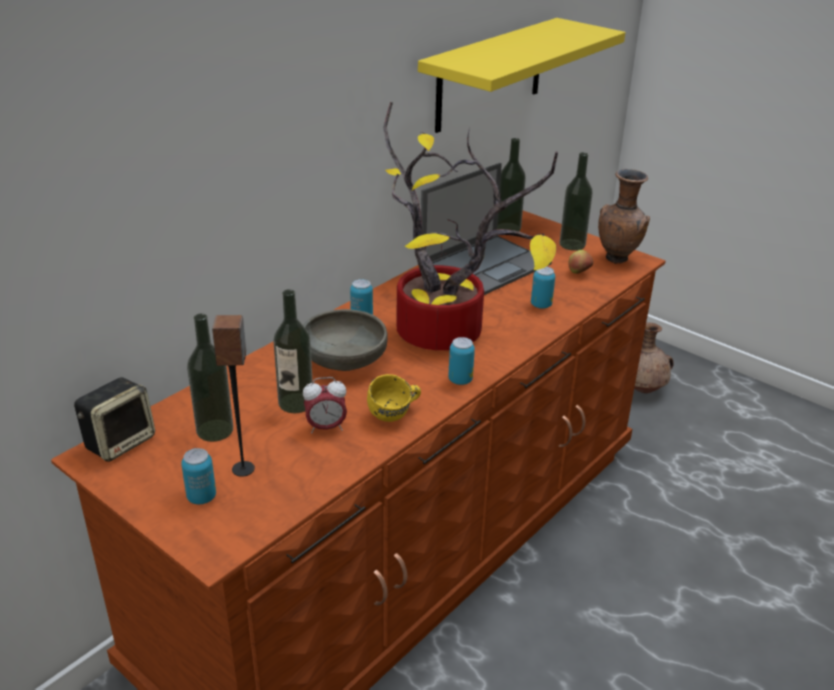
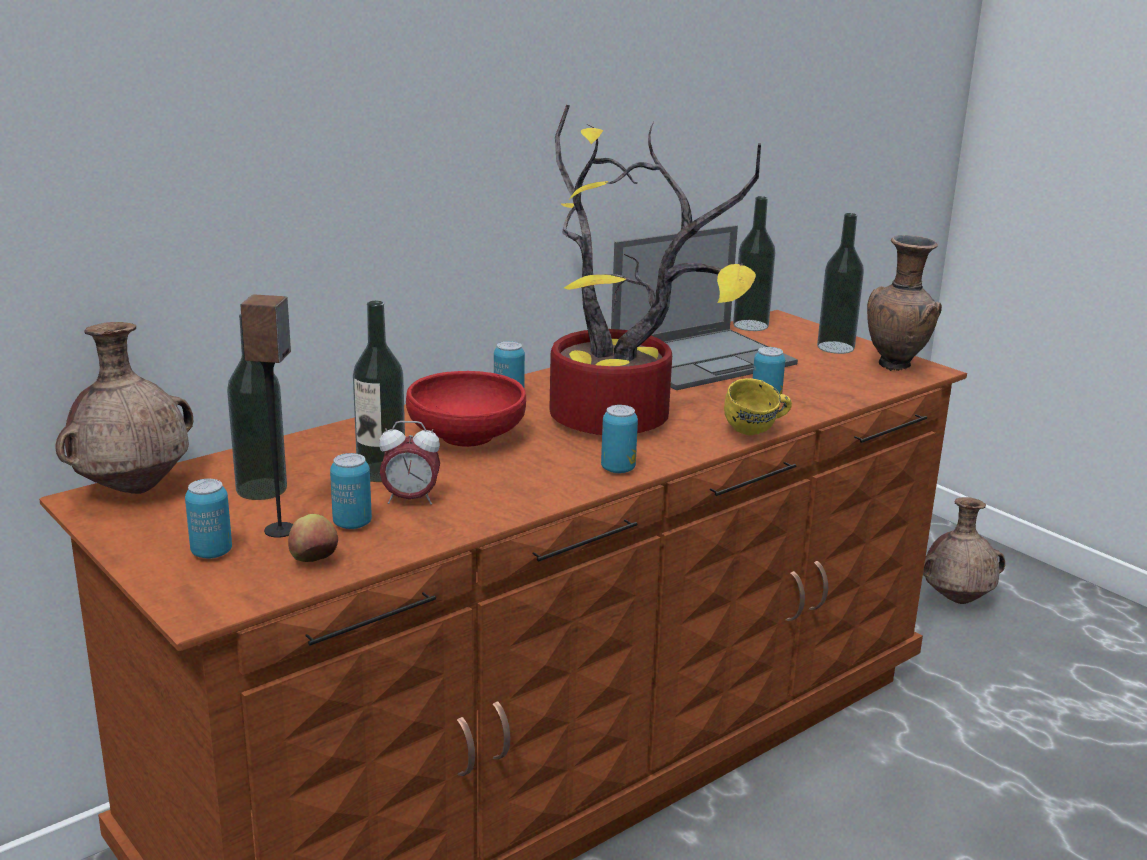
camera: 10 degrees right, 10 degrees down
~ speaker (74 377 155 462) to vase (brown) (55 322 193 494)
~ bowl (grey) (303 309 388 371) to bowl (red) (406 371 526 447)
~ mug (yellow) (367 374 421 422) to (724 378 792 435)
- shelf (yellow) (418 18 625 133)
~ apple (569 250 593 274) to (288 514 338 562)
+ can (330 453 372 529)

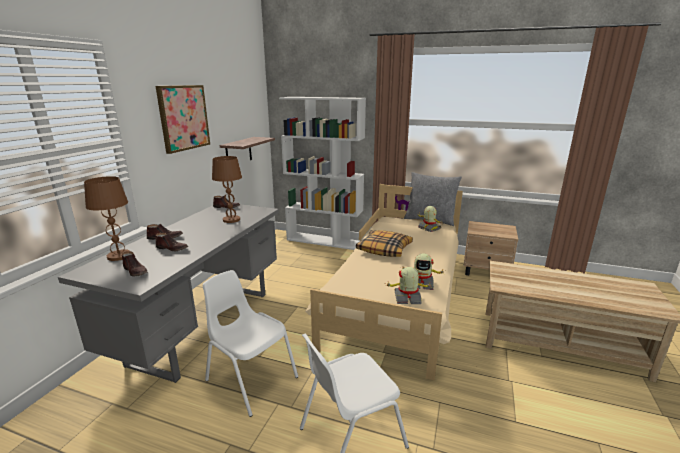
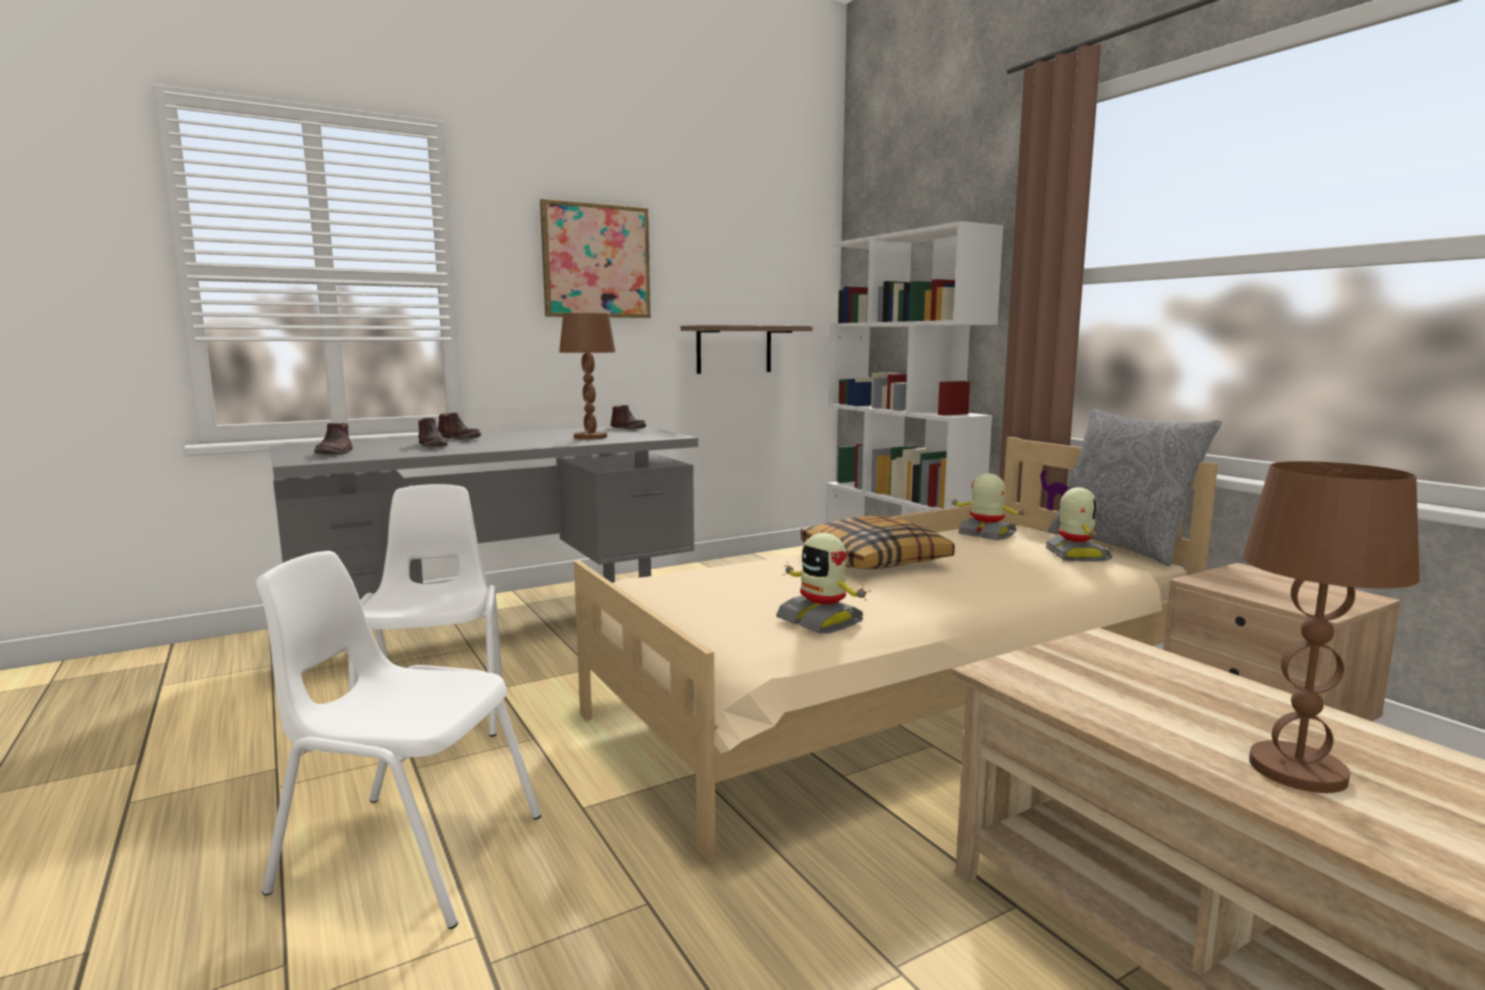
camera: 40 degrees right, 10 degrees down
~ table lamp (brown) (84 176 130 261) to (1242 461 1420 793)
~ toy robot (386 267 433 304) to (949 473 1029 540)

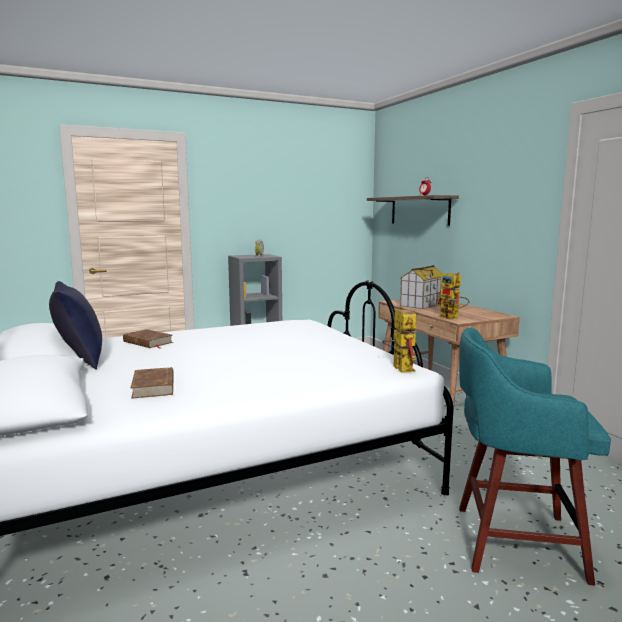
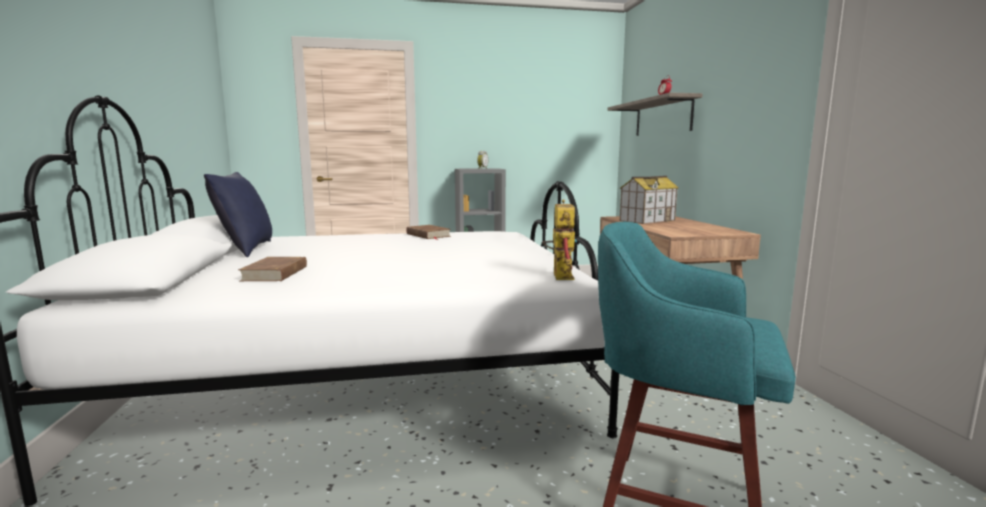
camera: 15 degrees right, 0 degrees up
~ book (brown) (123 329 173 348) to (406 225 451 240)
- toy robot (437 272 469 320)

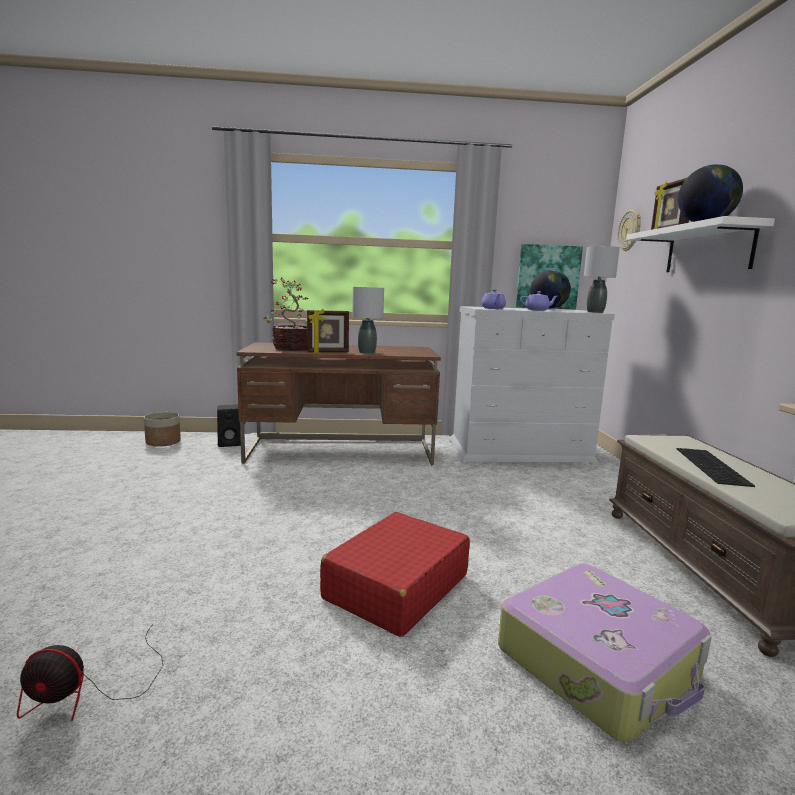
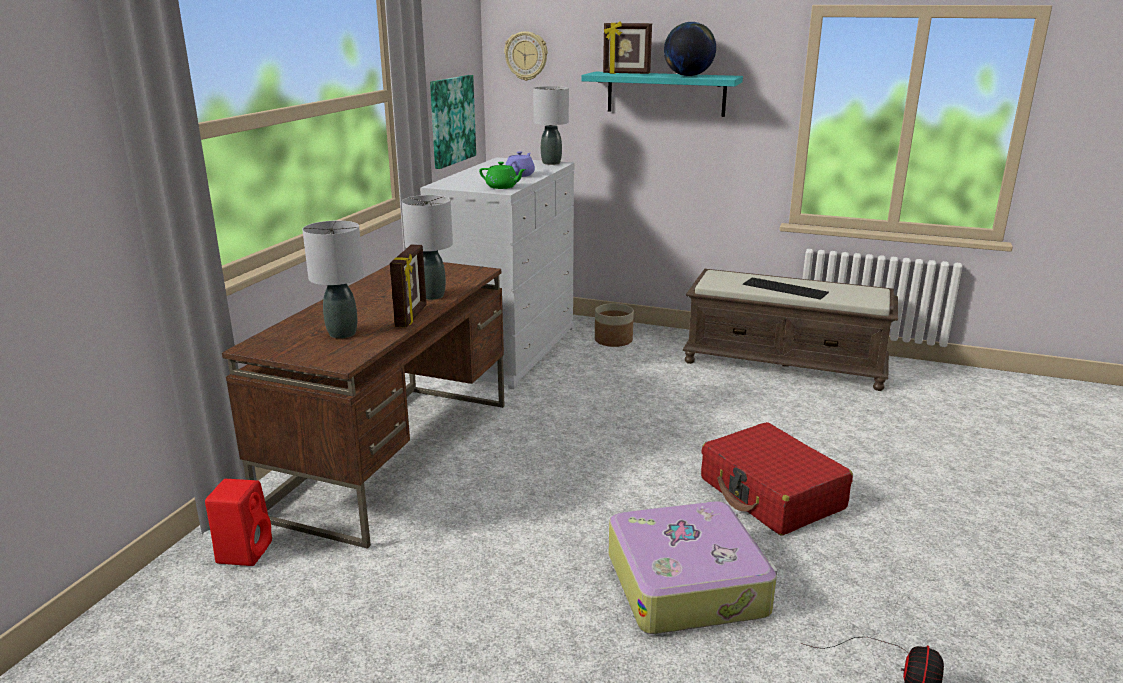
camera: 65 degrees left, 10 degrees up
~ planter (144 412 181 447) to (595 303 634 347)
~ speaker (black) (217 404 241 447) to speaker (red) (205 479 272 566)
~ potted plant (264 278 308 351) to table lamp (grey) (302 221 364 338)
~ teapot (purple) (481 289 506 309) to teapot (green) (479 162 526 189)
~ suitcase (498 564 712 742) to (609 501 777 634)
- globe (530 270 571 309)
~ shelf (white) (626 216 775 272) to shelf (turquoise) (581 72 743 117)

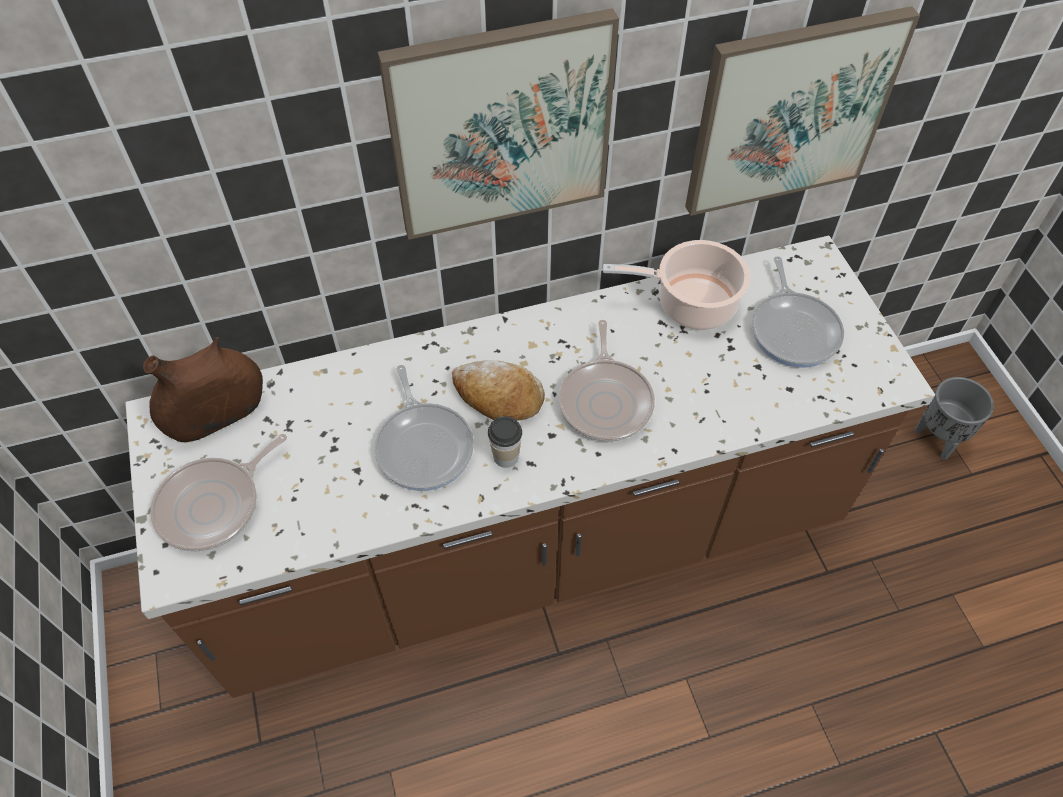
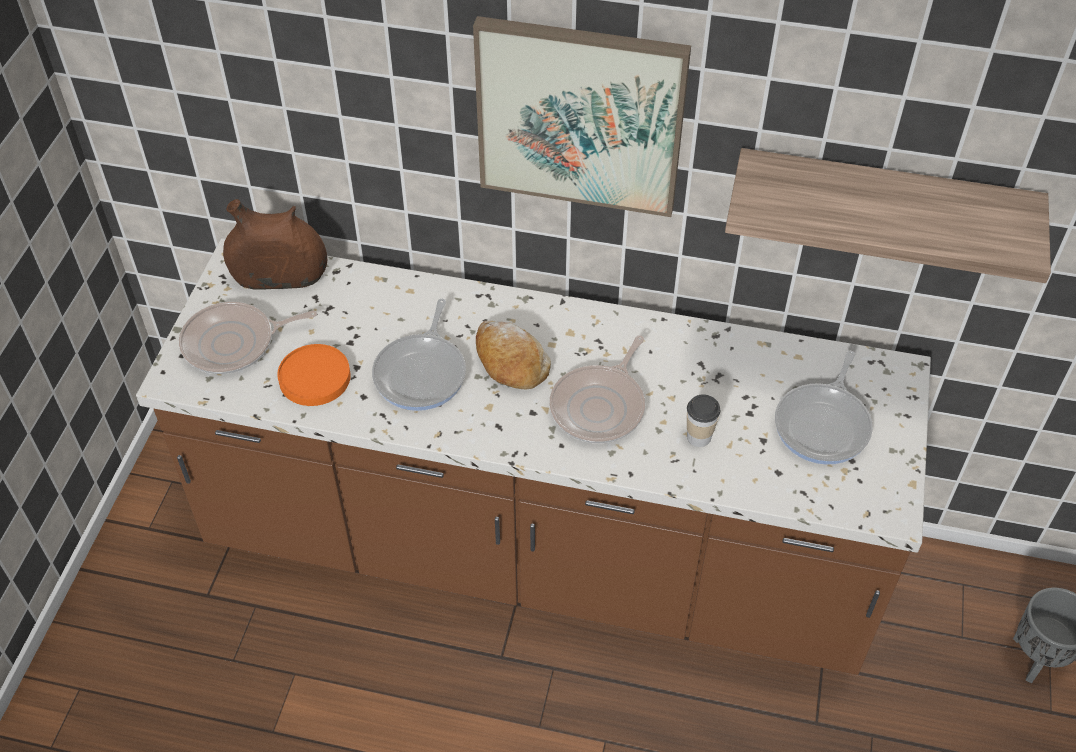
camera: 30 degrees right, 5 degrees down
~ cup (488 416 522 468) to (687 394 720 447)
- cooking pot (603 240 750 330)
~ picture (685 6 920 216) to shelf (725 148 1051 283)
+ plate (orange) (277 344 351 406)

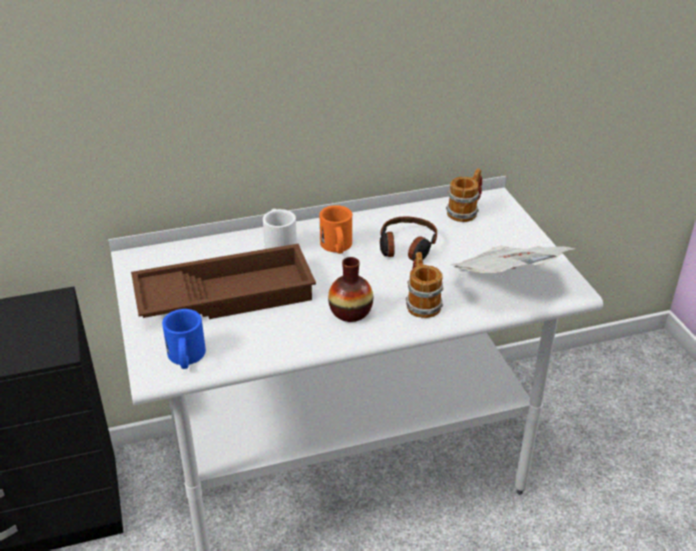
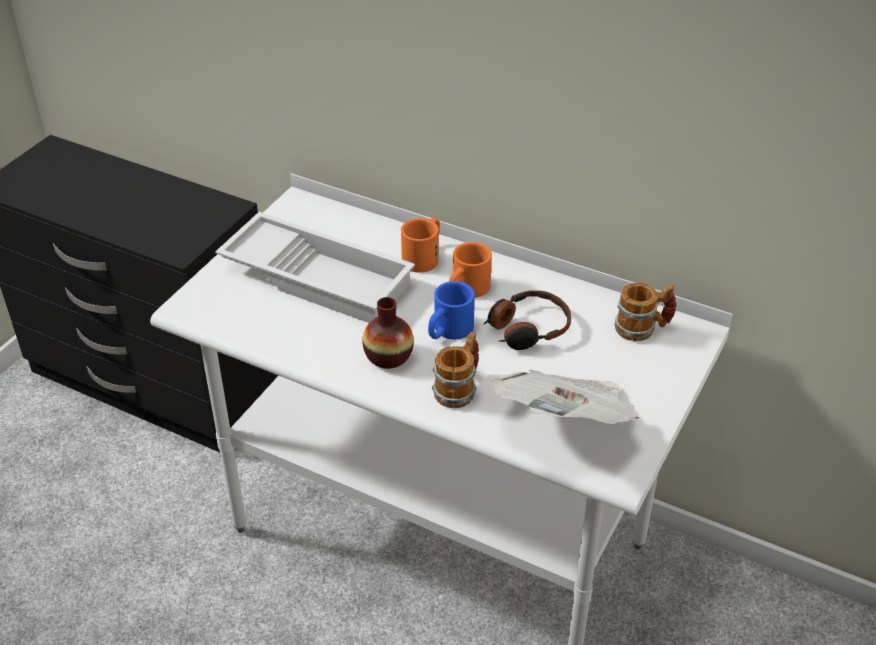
camera: 45 degrees right, 5 degrees up
~ tray (brown) (131 244 316 319) to tray (white) (215 212 415 323)
~ mug (blue) (162 309 206 369) to (428 281 475 339)
~ mug (white) (263 209 297 249) to mug (orange) (401 218 440 273)

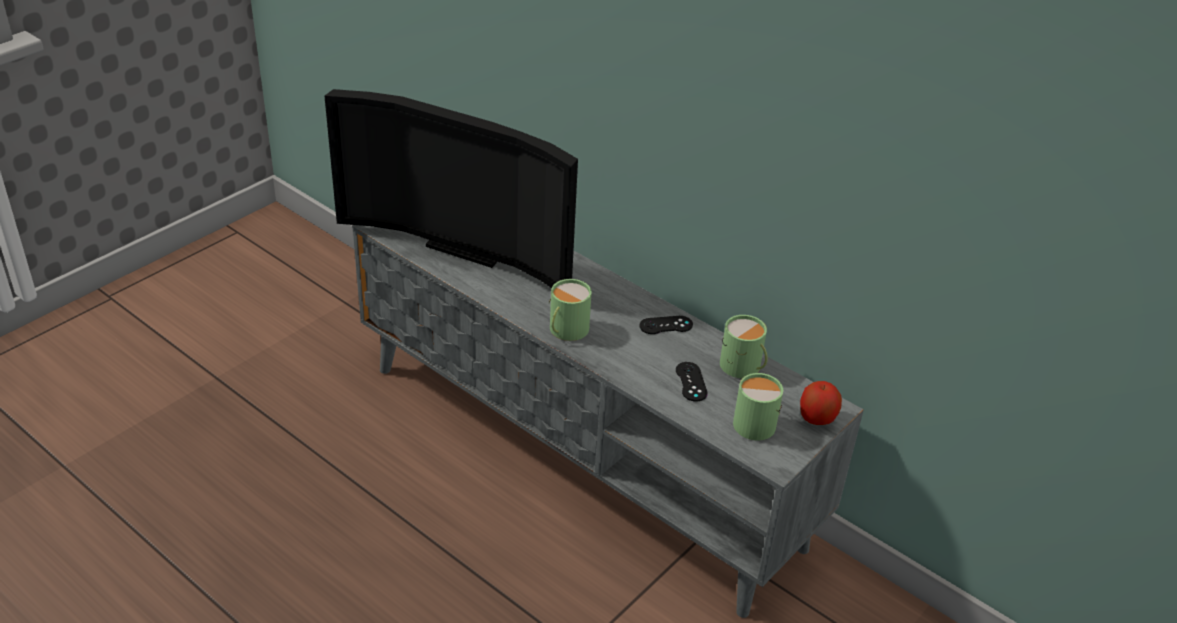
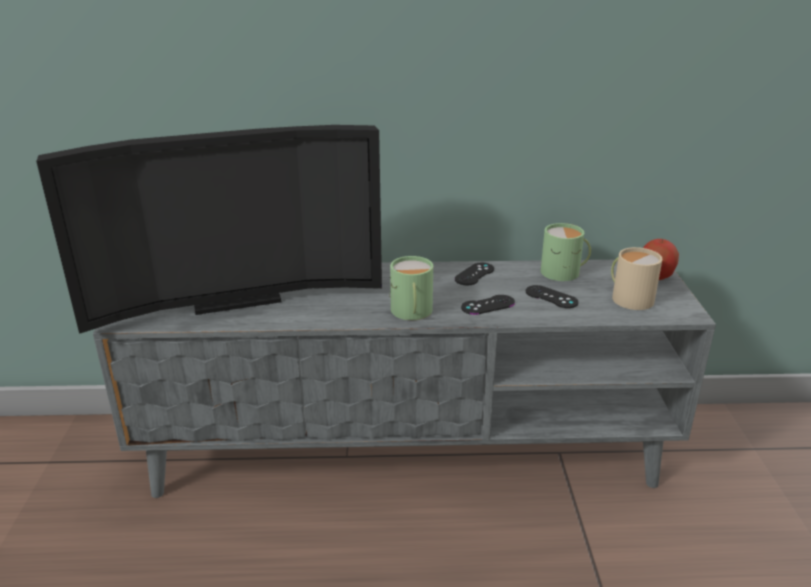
camera: 40 degrees left, 10 degrees down
~ mug (green) (733 373 783 441) to mug (beige) (611 247 662 310)
+ game controller (black) (461 295 515 315)

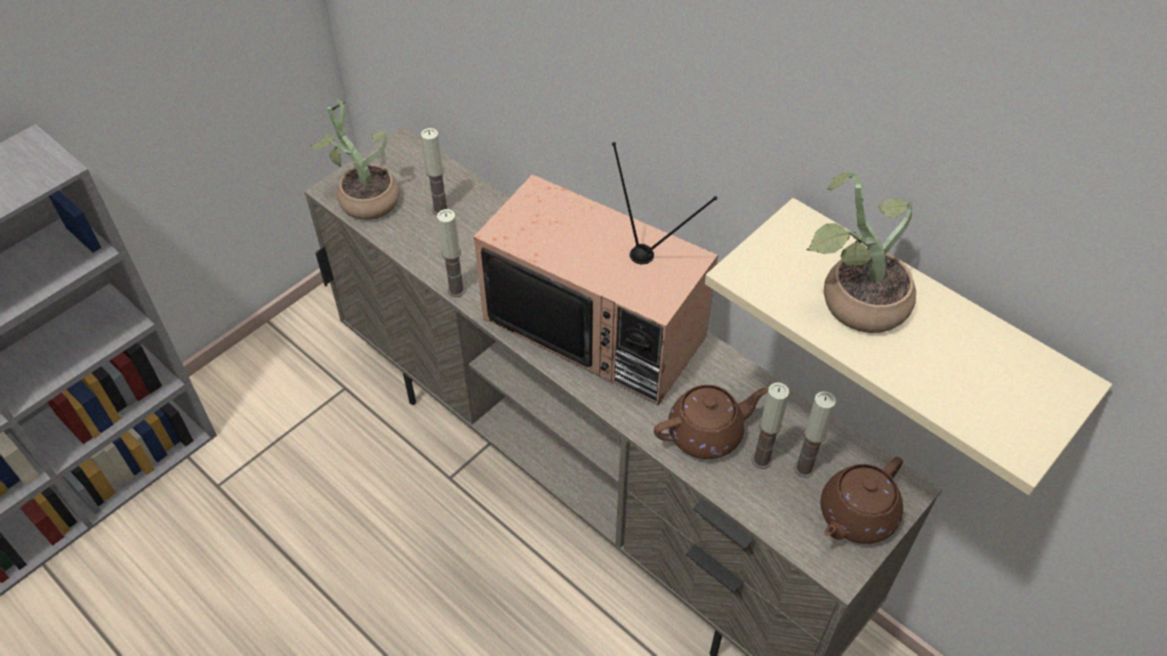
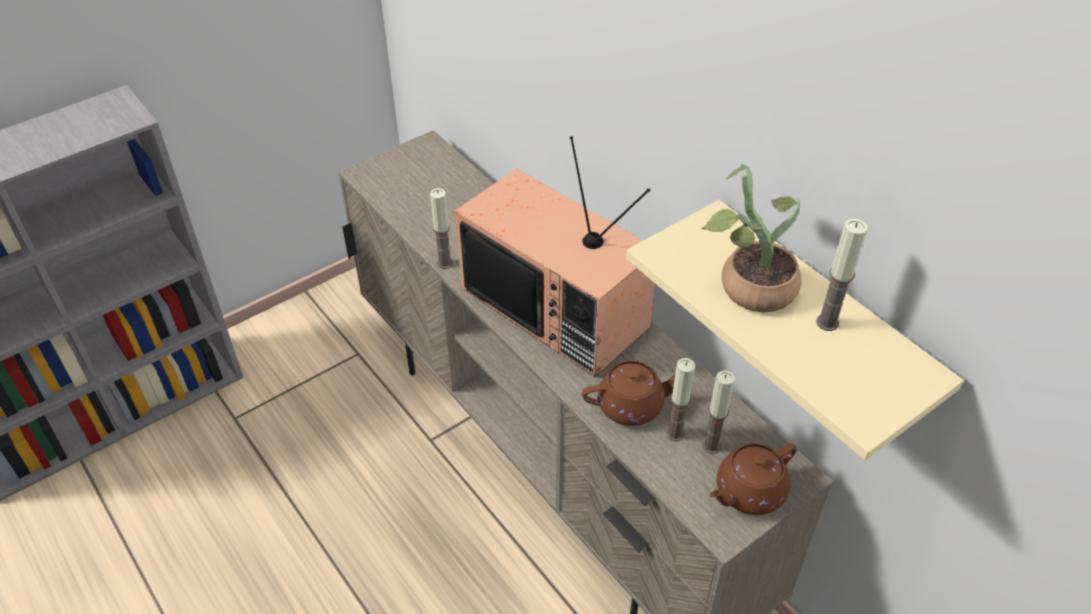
camera: 10 degrees right, 5 degrees down
- potted plant (311 99 400 220)
~ candle (421 128 449 215) to (816 219 868 331)

